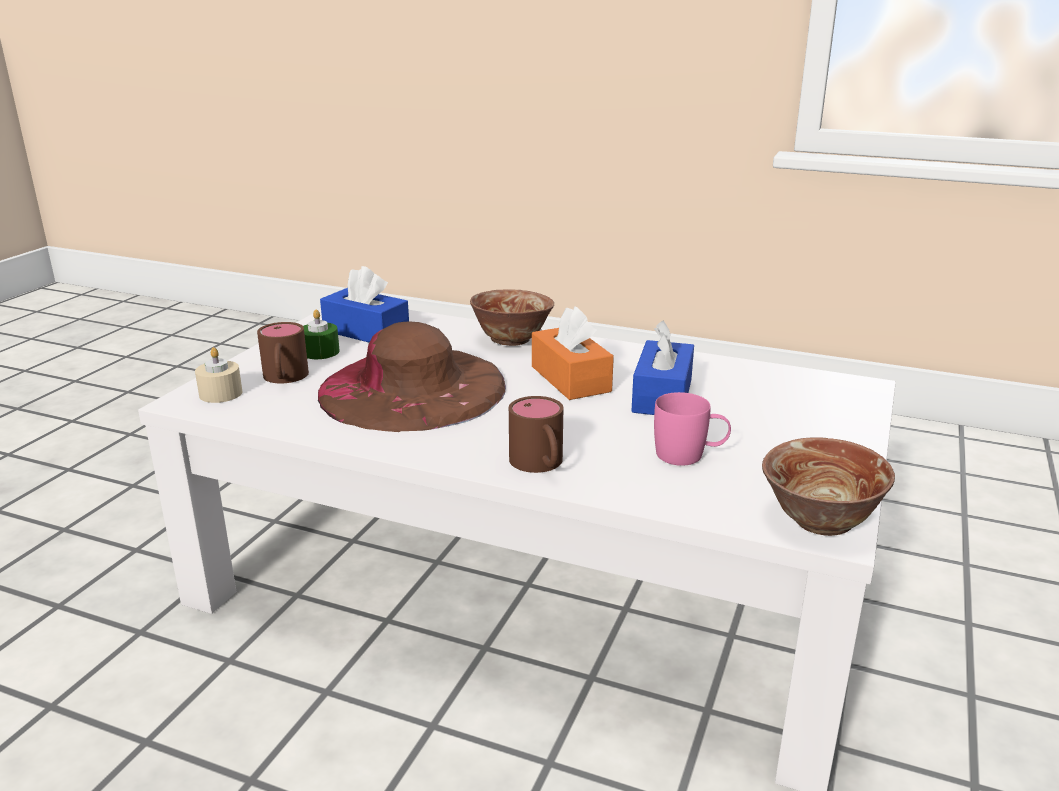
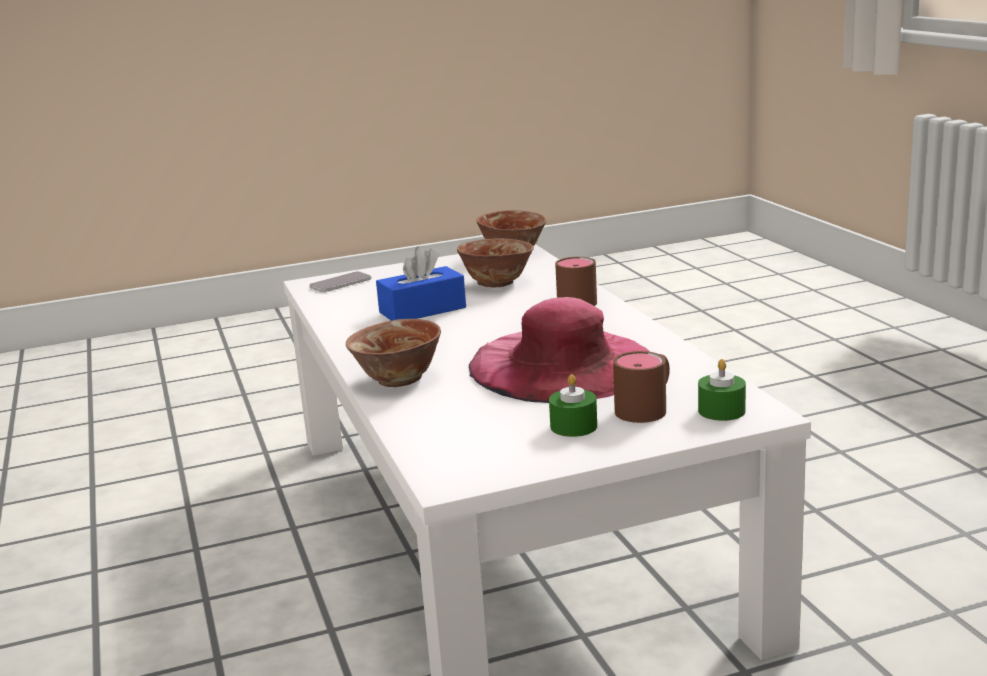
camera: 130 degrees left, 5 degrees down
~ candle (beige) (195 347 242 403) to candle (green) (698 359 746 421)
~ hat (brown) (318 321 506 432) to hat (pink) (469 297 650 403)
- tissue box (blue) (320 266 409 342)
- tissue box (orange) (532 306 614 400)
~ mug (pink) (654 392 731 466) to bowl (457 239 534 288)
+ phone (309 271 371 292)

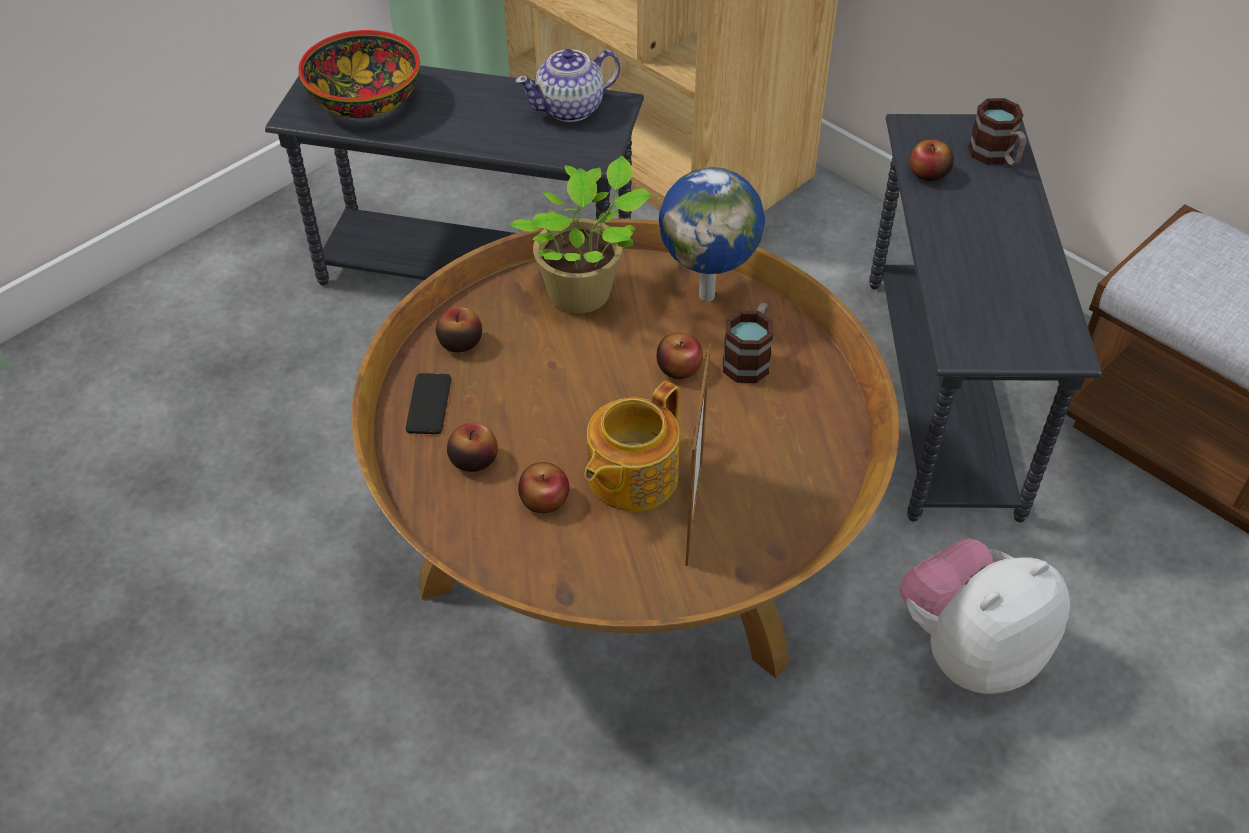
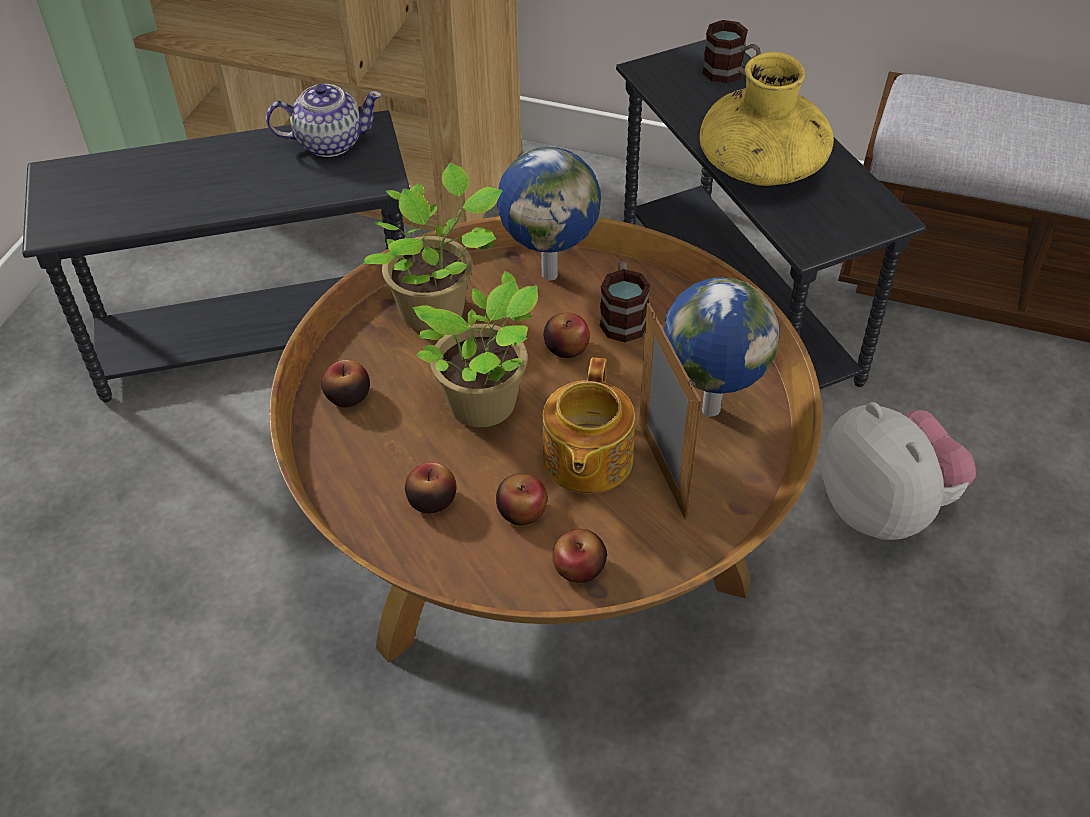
camera: 25 degrees left, 0 degrees up
- bowl (298 30 420 118)
- phone (406 373 451 434)
~ teapot (515 49 620 122) = (266 84 382 157) 135 degrees counterclockwise
~ plush toy (899 538 1070 694) = (821 402 976 540) 120 degrees clockwise
~ apple (910 139 954 181) to (552 529 607 583)
+ potted plant (412 271 538 427)
+ globe (664 277 780 417)
+ vase (yellow) (700 52 834 186)

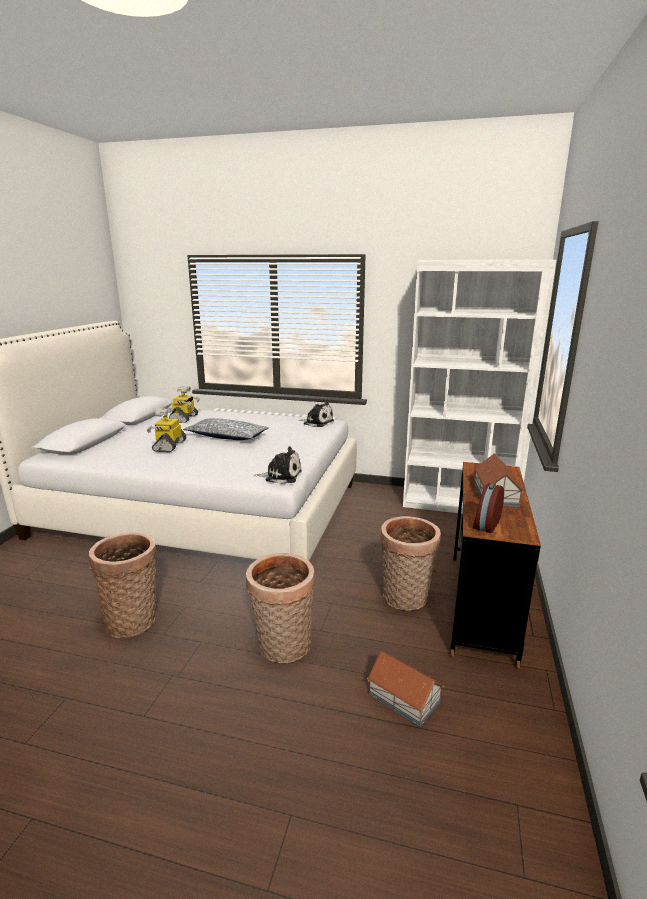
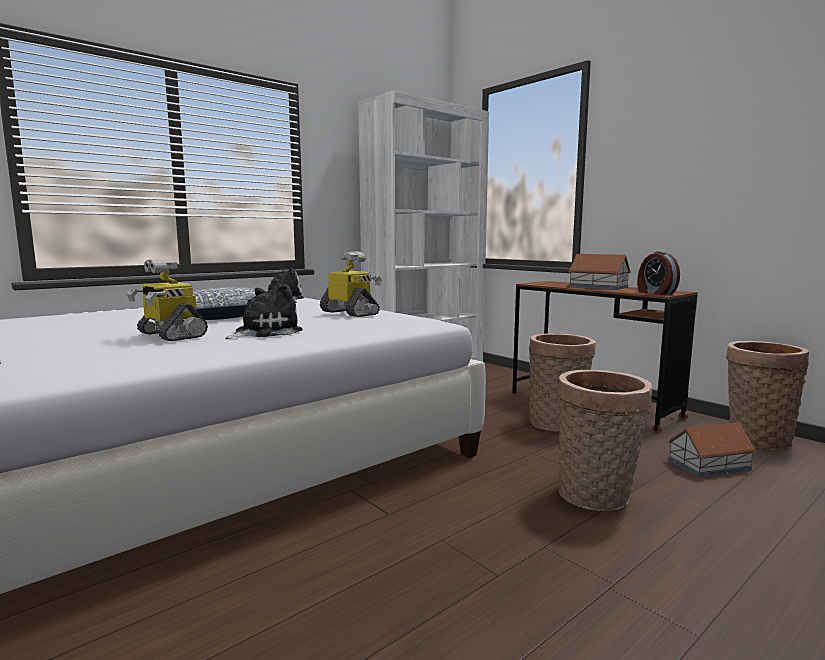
camera: 55 degrees left, 10 degrees down
~ basket (88 533 157 638) to (726 341 809 451)
~ toy robot (169 386 200 423) to (320 251 382 317)
~ plush toy (254 446 302 484) to (225 285 302 339)

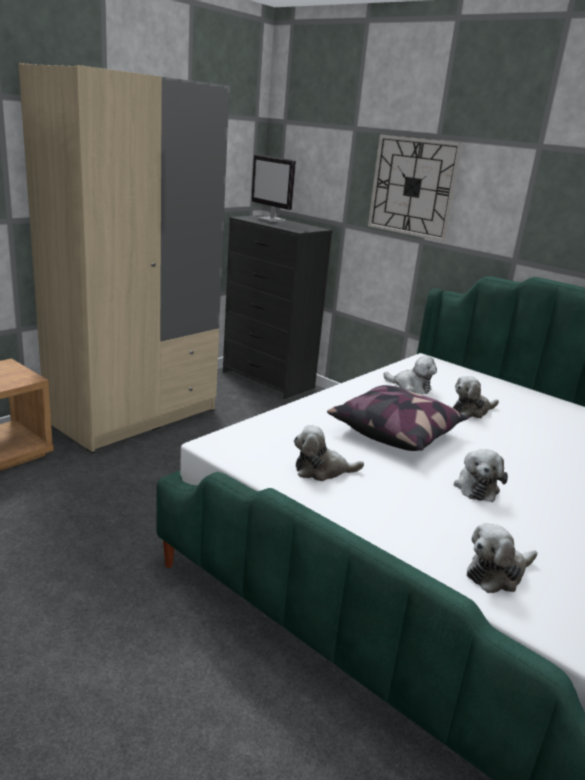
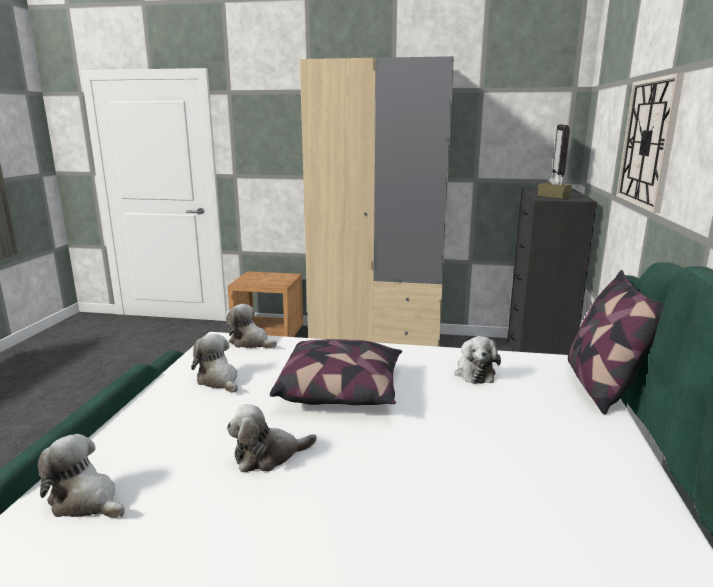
camera: 60 degrees right, 5 degrees down
~ plush toy (453 376 499 418) to (226 304 277 349)
+ tissue box (brown) (538 172 572 199)
+ pillow (568 270 664 414)

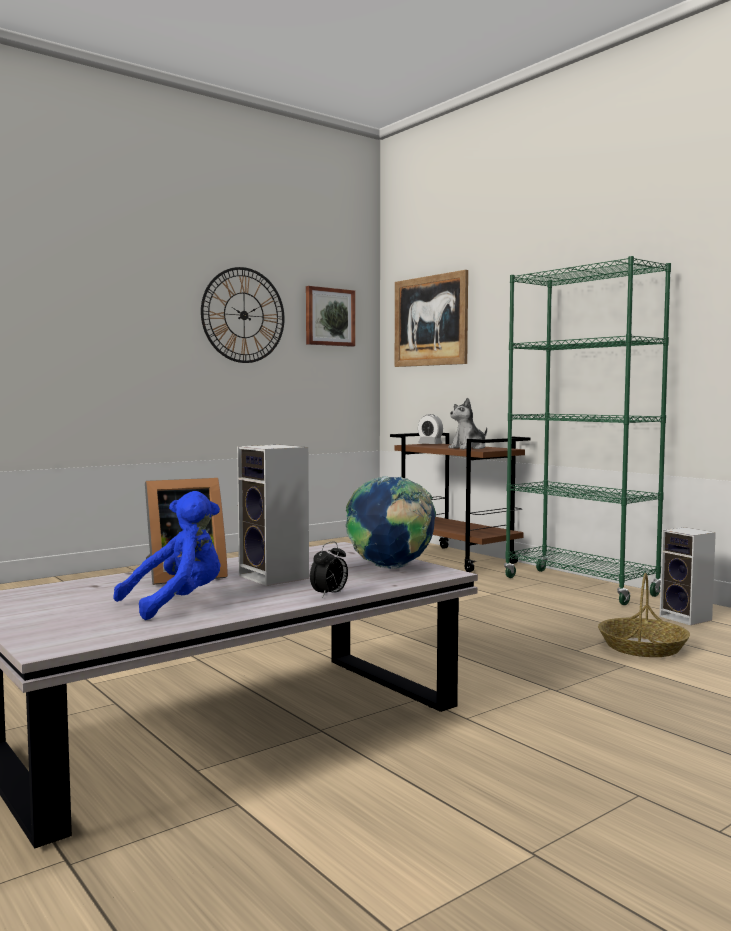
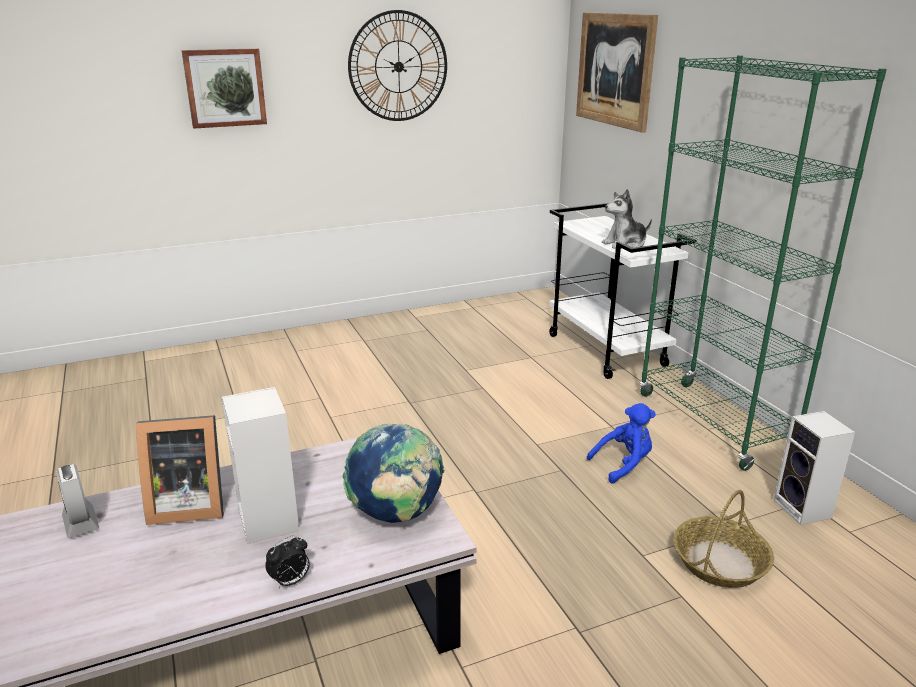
camera: 15 degrees right, 20 degrees up
~ plush toy (blue) (113 491 220 620) to (587 403 656 483)
~ picture (306 286 355 347) to (181 48 267 129)
~ cart (brown) (390 433 531 572) to cart (white) (549 203 697 379)
~ alarm clock (418 414 443 444) to (56 464 99 538)

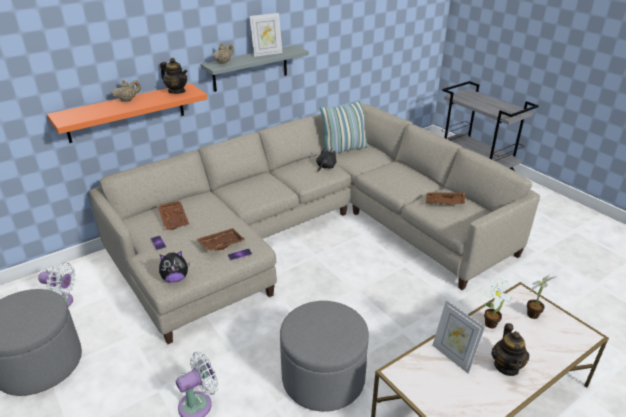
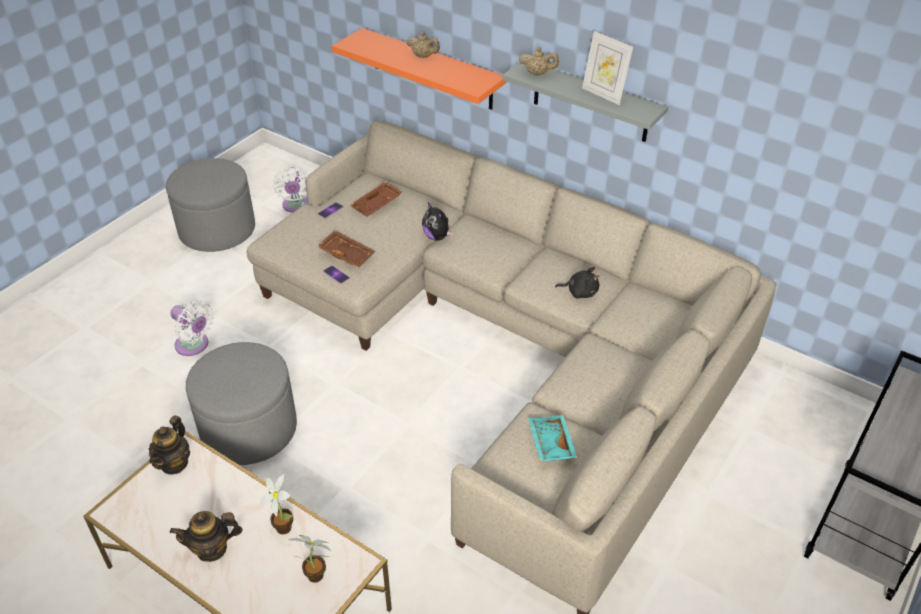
camera: 70 degrees right, 10 degrees up
~ plush toy (159 251 190 283) to (422 203 453 241)
~ teapot (160 58 187 94) to (149 415 190 475)
- pillow (320 100 369 154)
~ tray (brown) (426 192 465 205) to tray (turquoise) (528 415 577 462)
- picture frame (433 300 485 374)

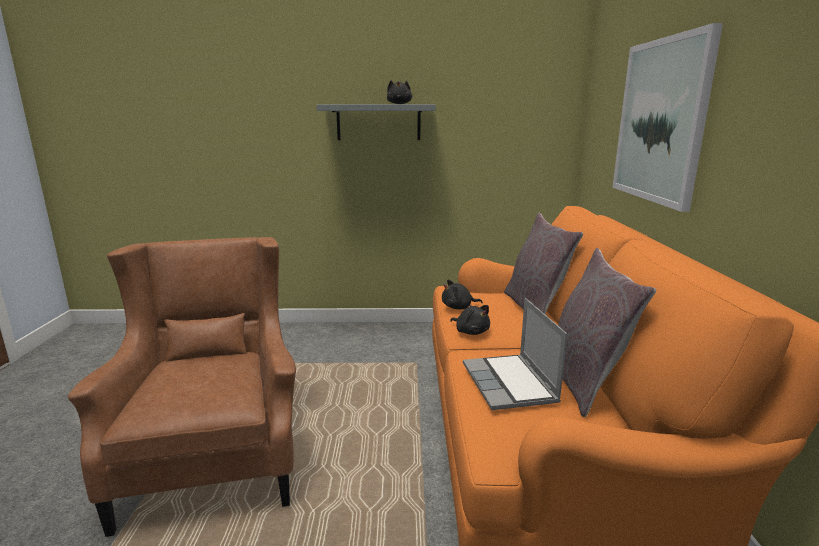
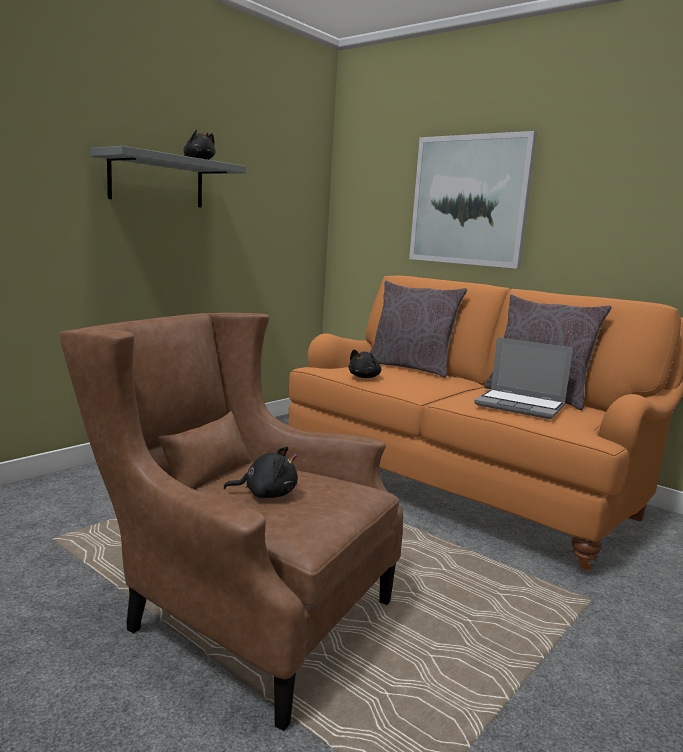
camera: 50 degrees left, 5 degrees down
~ plush toy (black) (450 305 490 335) to (223 446 298 498)

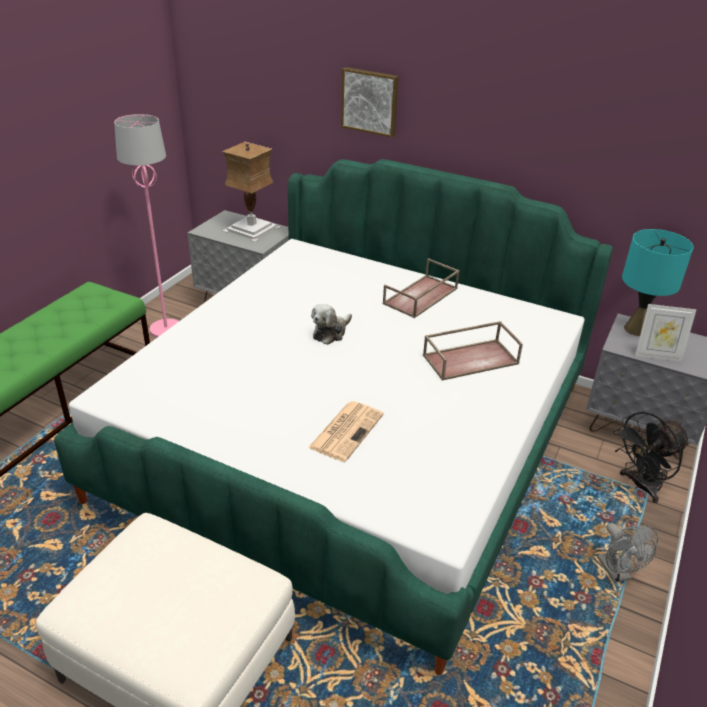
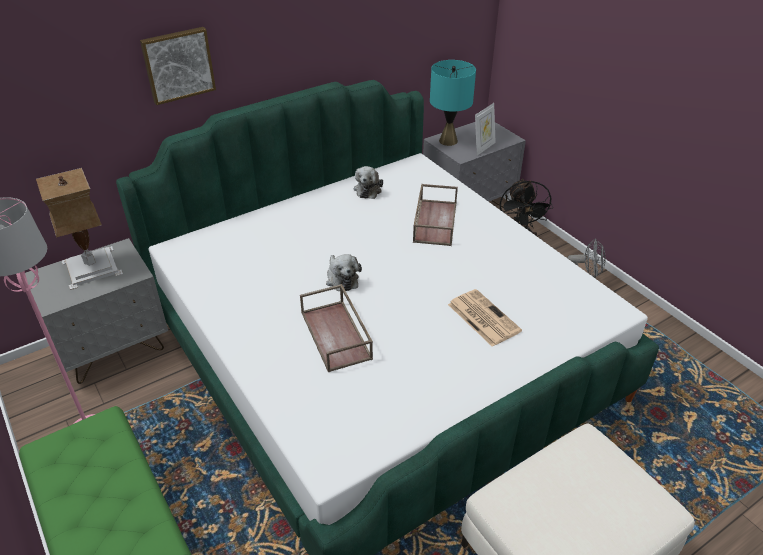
camera: 60 degrees left, 5 degrees up
~ tray (brown) (383 258 460 318) to (300 284 373 372)
+ plush toy (354 166 383 199)

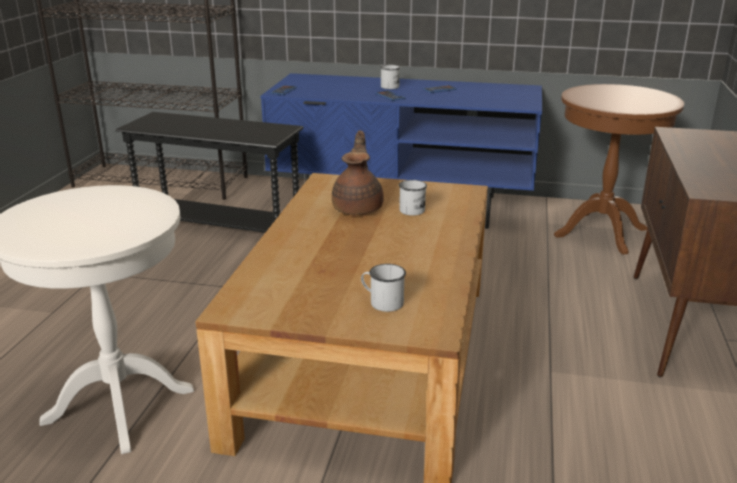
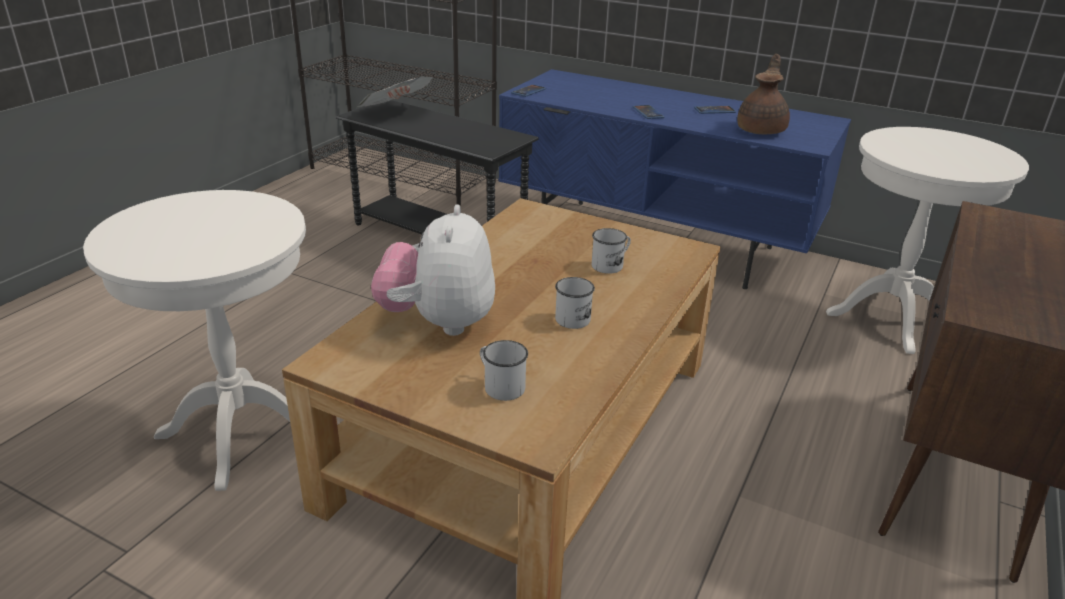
camera: 15 degrees right, 5 degrees up
~ teapot (brown) (332 130 384 215) to (737 54 790 134)
~ mug (white) (380 65 401 89) to (555 277 595 329)
~ side table (brown) (554 84 684 255) to side table (white) (826 127 1029 354)
+ newspaper (357 76 433 107)
+ plush toy (371 204 495 336)

